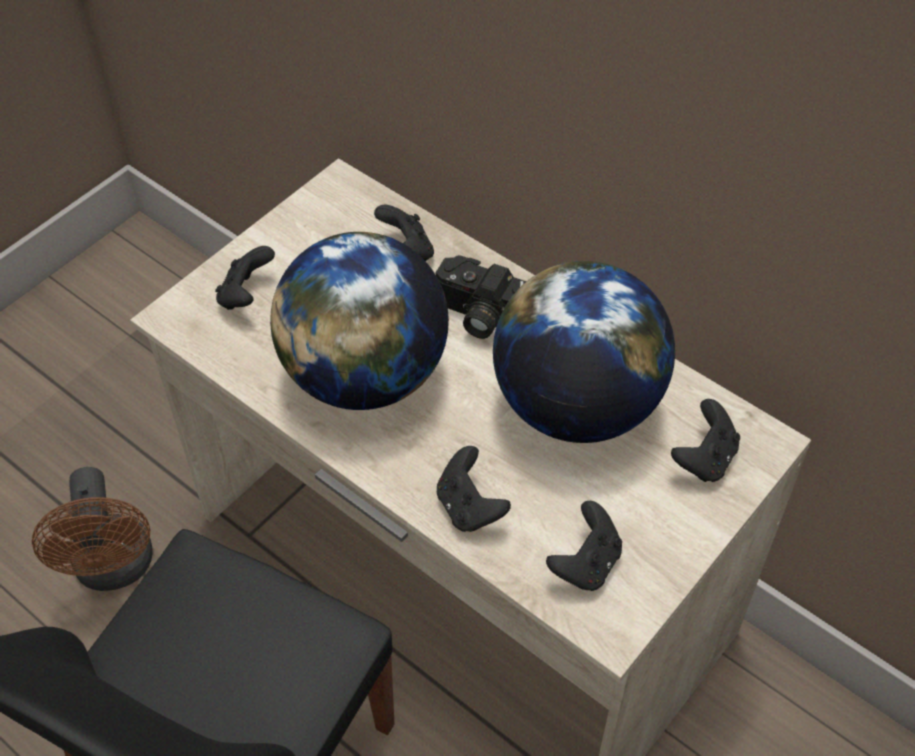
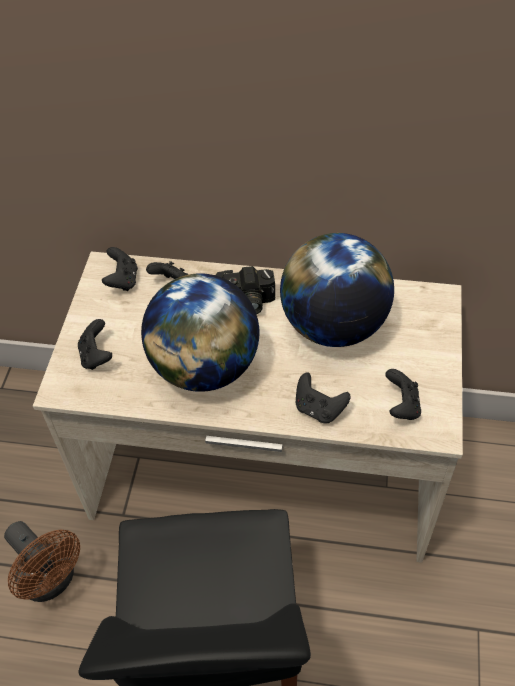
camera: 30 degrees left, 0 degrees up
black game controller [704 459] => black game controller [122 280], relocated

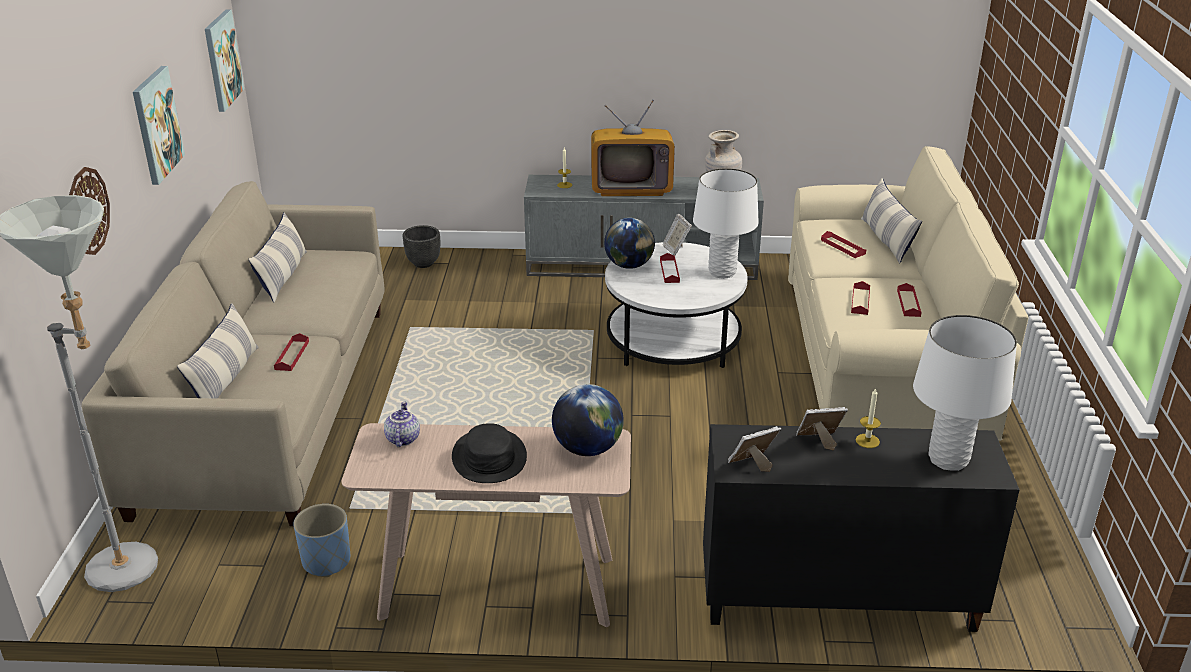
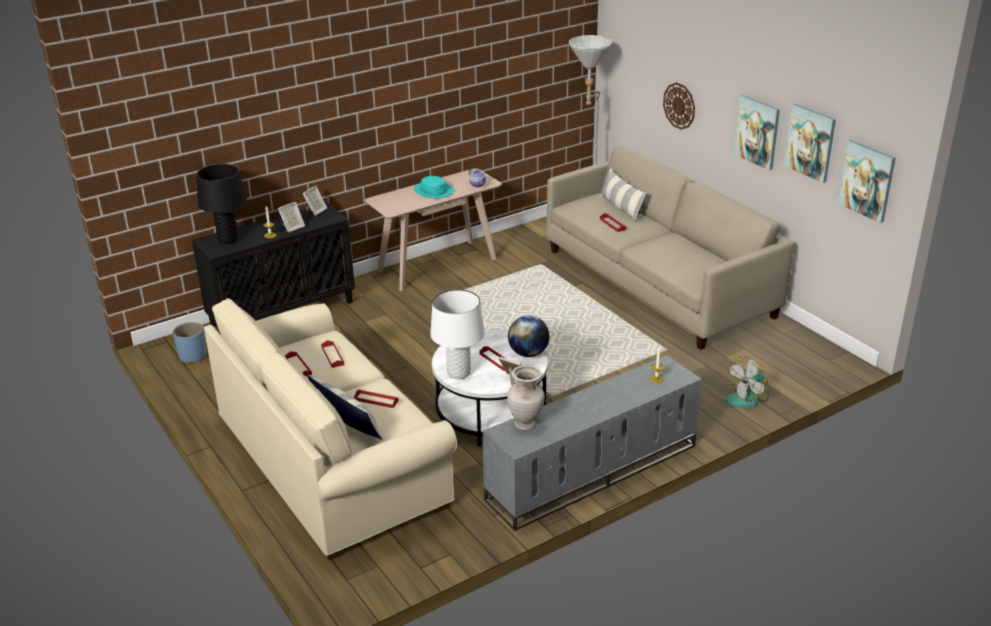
camera: 145 degrees right, 0 degrees up
pillow [283 276] => nothing
blue planter [326 561] => blue planter [193 356], relocated
black planter [423 263] => fan [748 398]
black hat [489 457] => turquoise hat [433 191]
globe [587 449] => nothing
television [631 186] => nothing
white table lamp [948 460] => black table lamp [228 240]
nothing => picture [810 142]

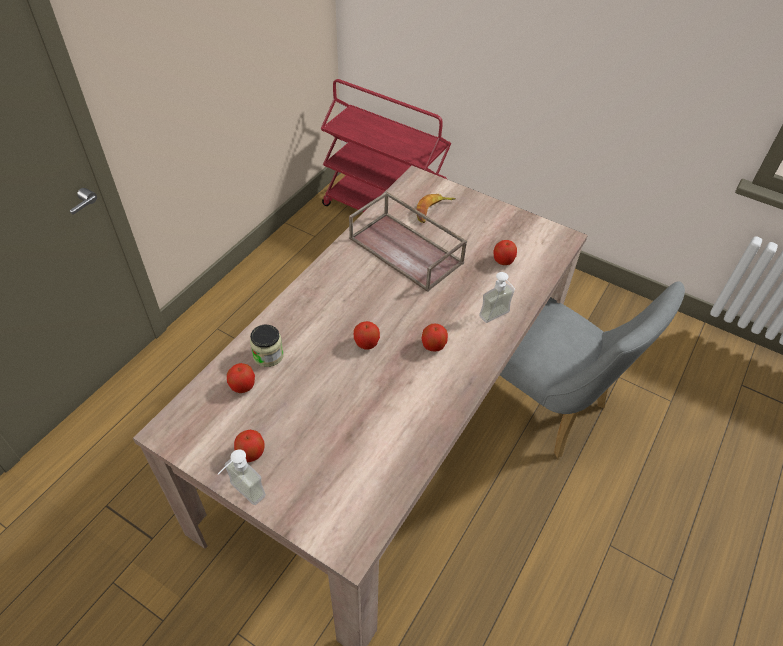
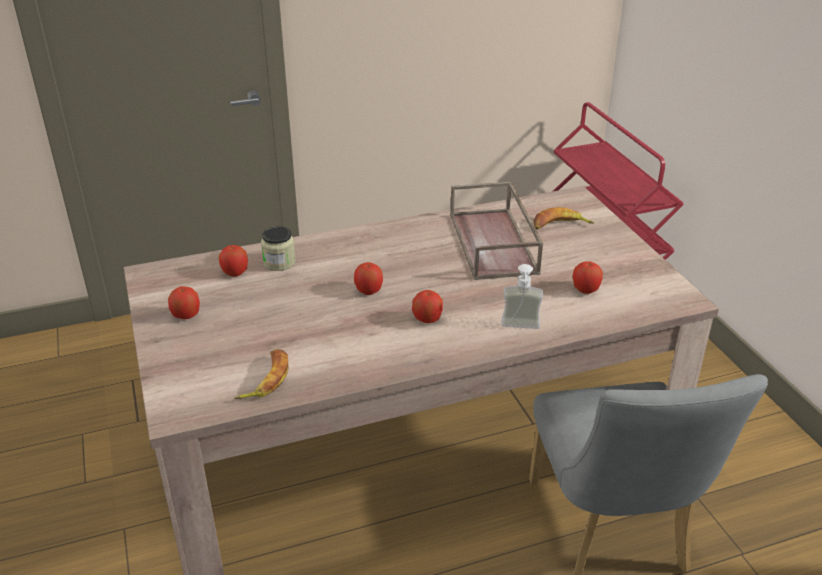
camera: 40 degrees right, 15 degrees down
soap dispenser [241 495] => nothing
nothing => banana [266 379]

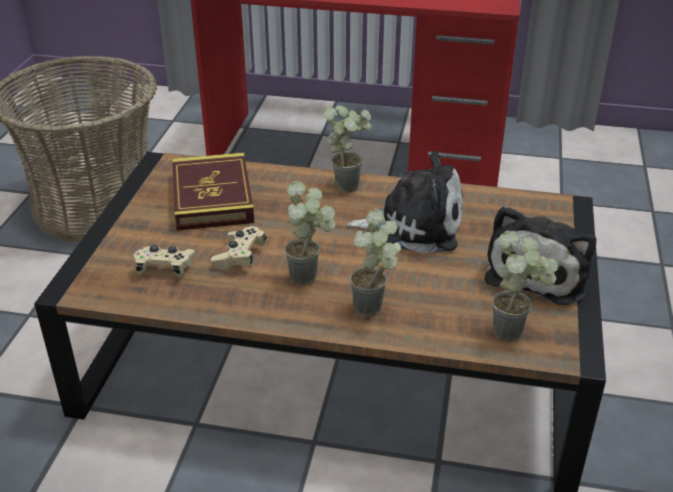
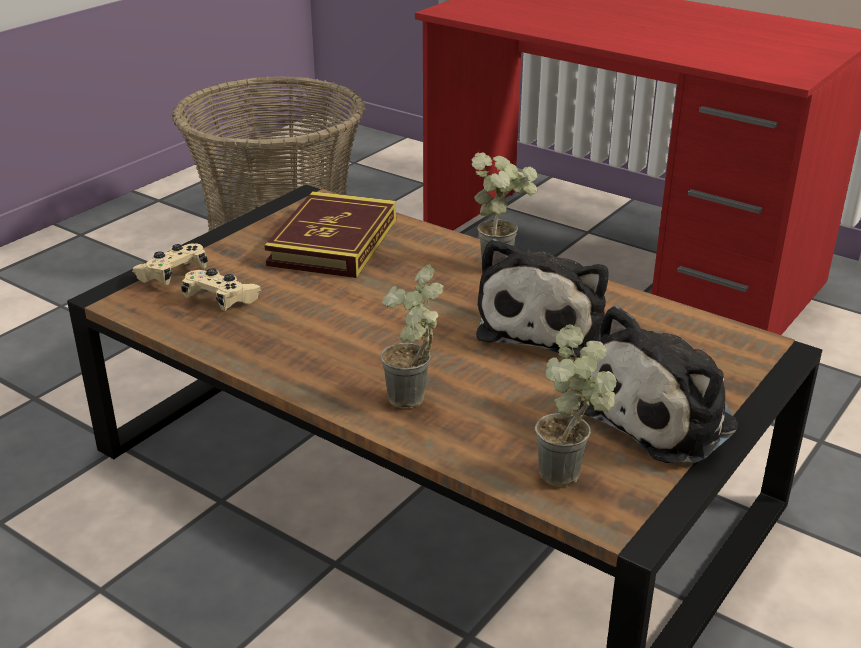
camera: 25 degrees right, 5 degrees down
beige game controller [240 257] => beige game controller [173 275], relocated
potted plant [311 277] => nothing
plush toy [414 225] => plush toy [544 325], 75 degrees clockwise

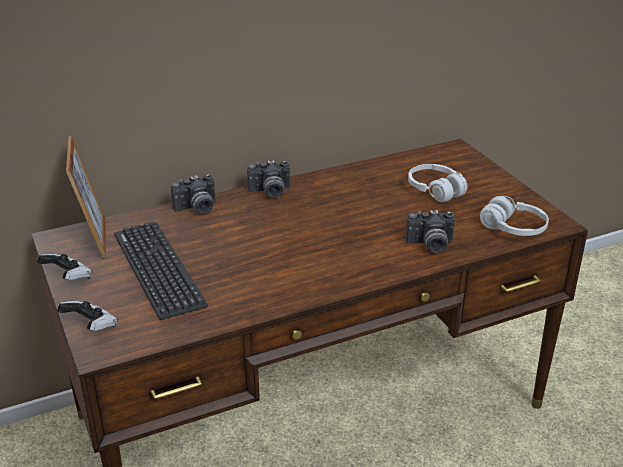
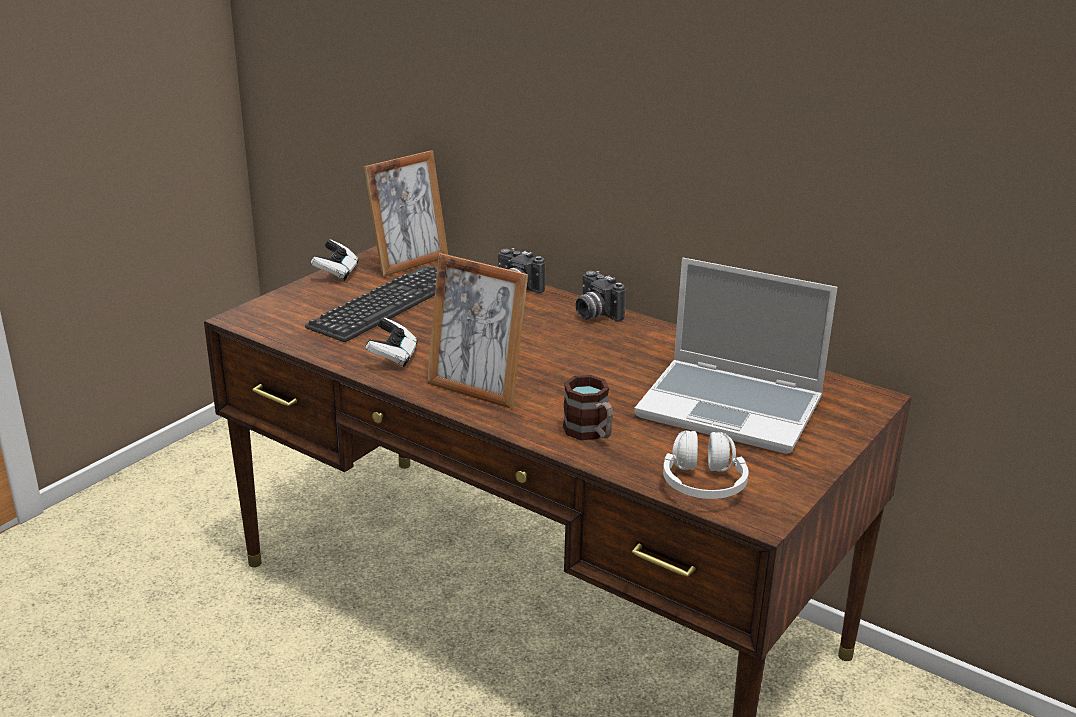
camera: 60 degrees right, 5 degrees down
game controller [91 327] => game controller [393 357], relocated
photo camera [430 245] => mug [590 433]
white headphones [435 190] => laptop [732 408]
nothing => picture frame [476 390]

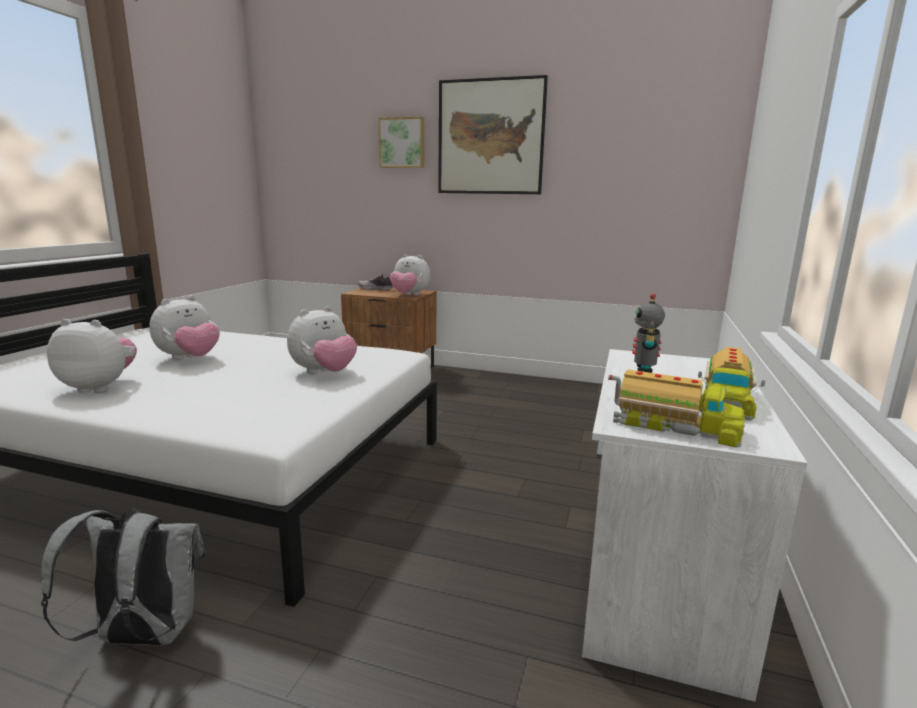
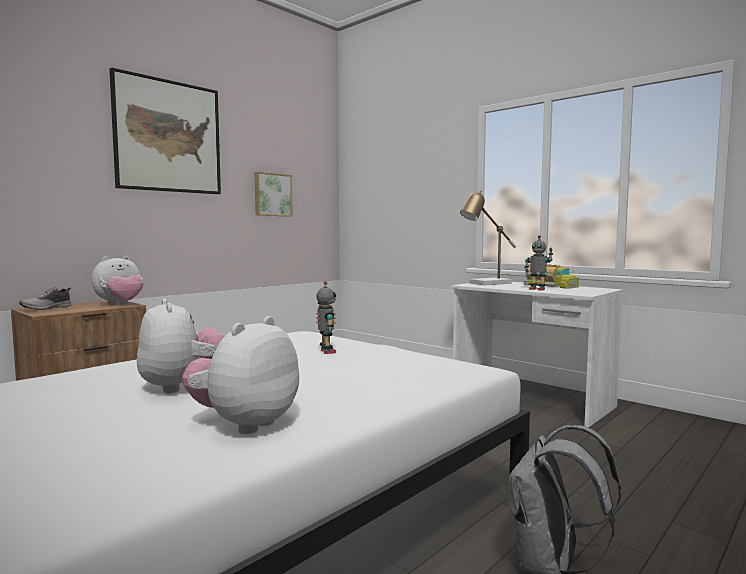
camera: 65 degrees left, 10 degrees down
plush toy [324 373] => toy robot [326 351]
picture [402 143] => picture [272 195], relocated
toy truck [674 426] => nothing
nothing => table lamp [486 283]

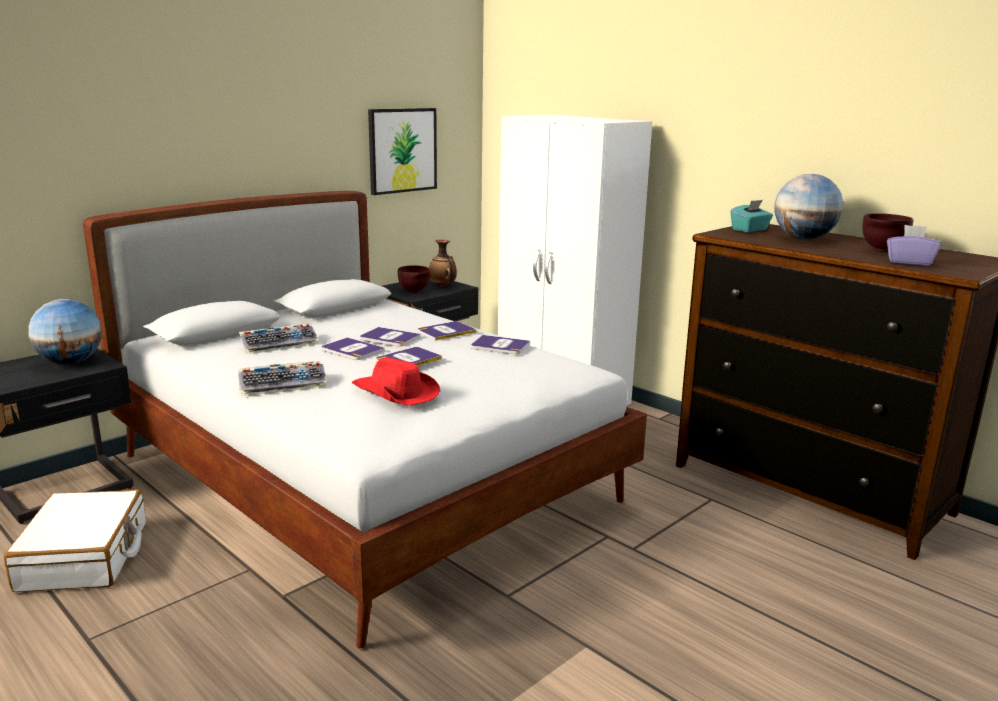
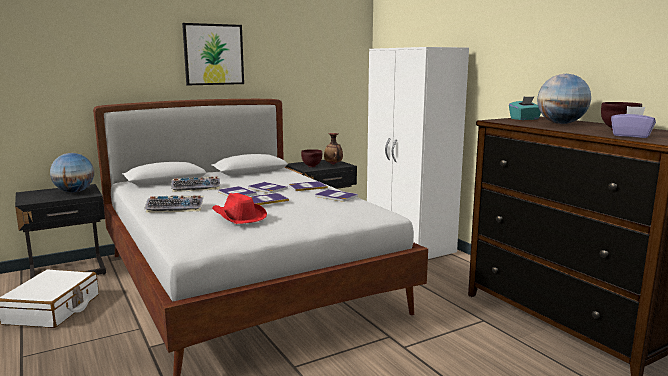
camera: 15 degrees right, 5 degrees down
picture [402 150] => picture [213 54], relocated

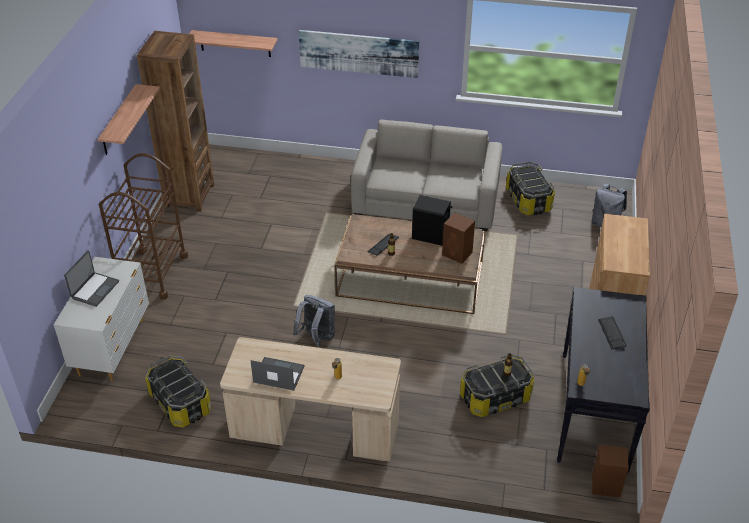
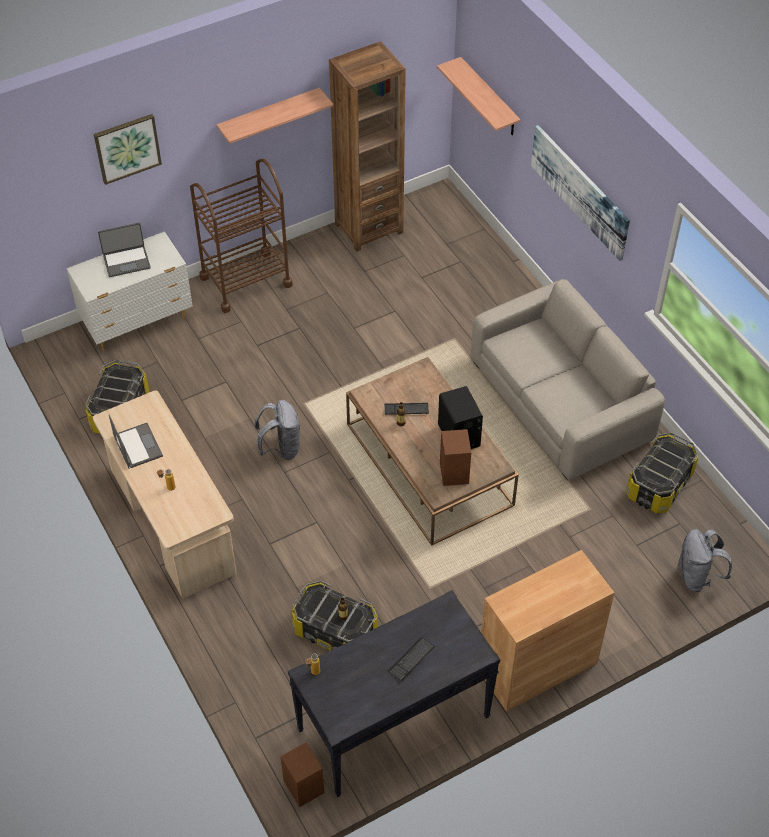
camera: 50 degrees right, 10 degrees up
nothing => picture [127 148]

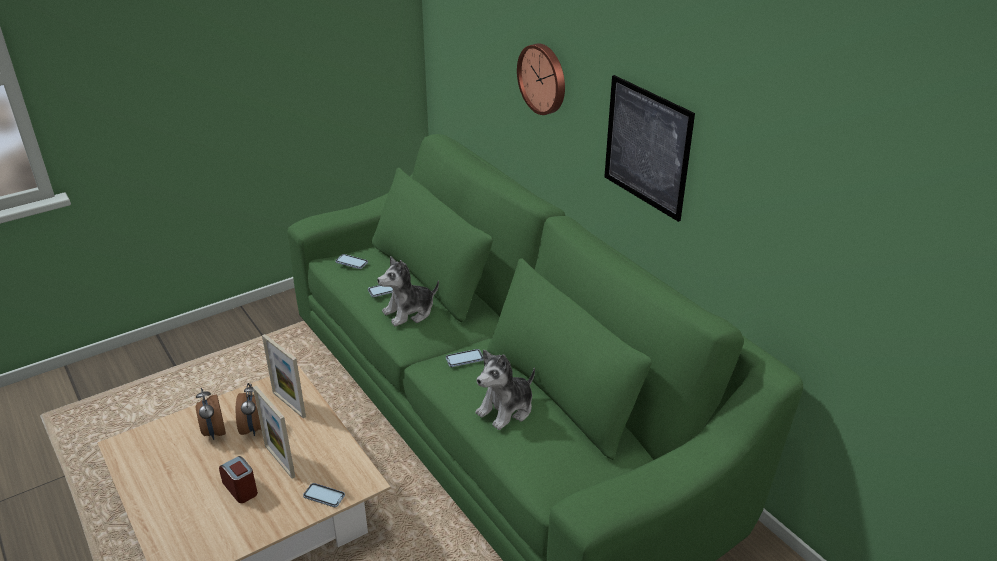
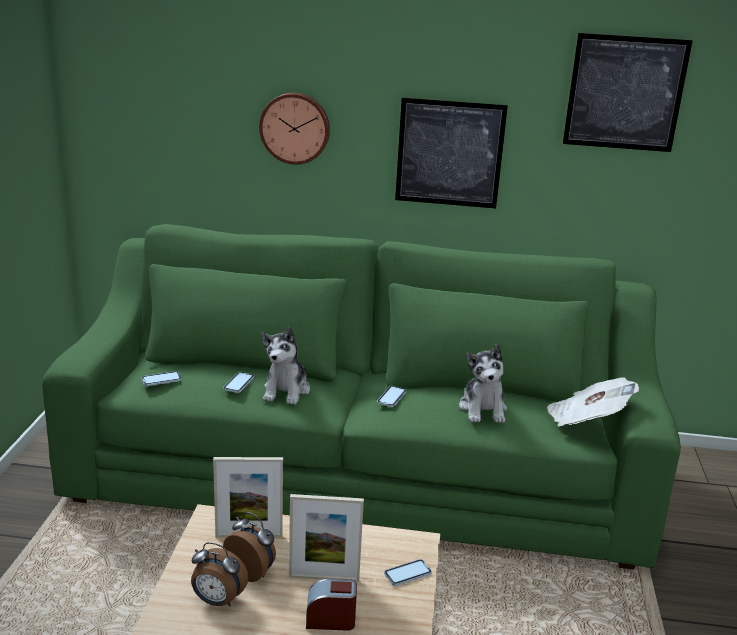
camera: 50 degrees left, 10 degrees down
nothing => newspaper [586 420]
nothing => picture [625 93]

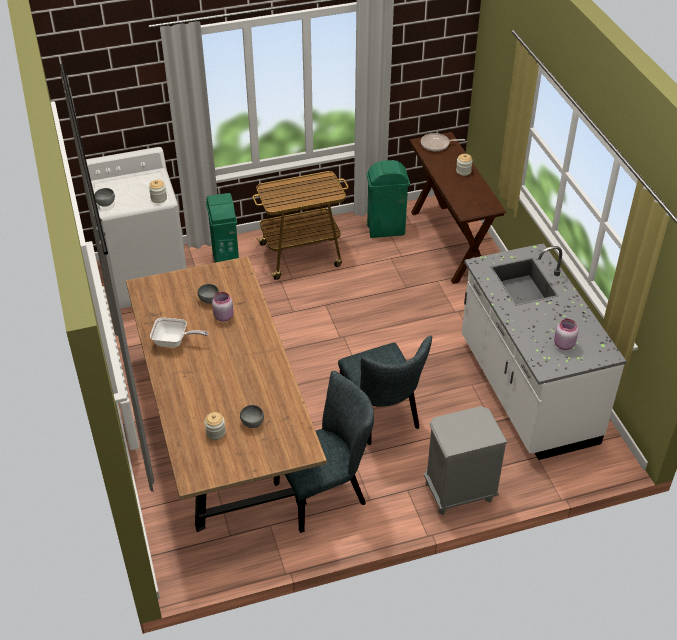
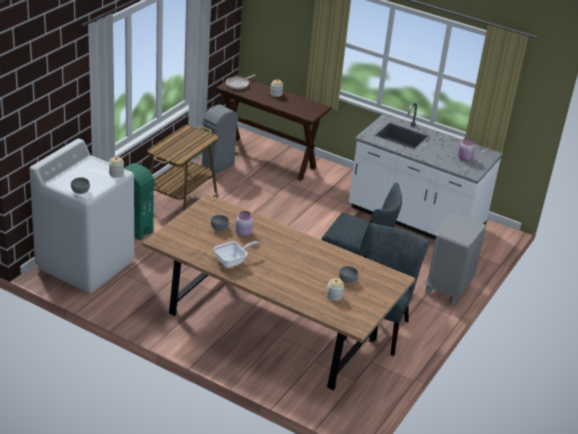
camera: 45 degrees left, 10 degrees down
green trash can [386 230] => grey trash can [218 166]

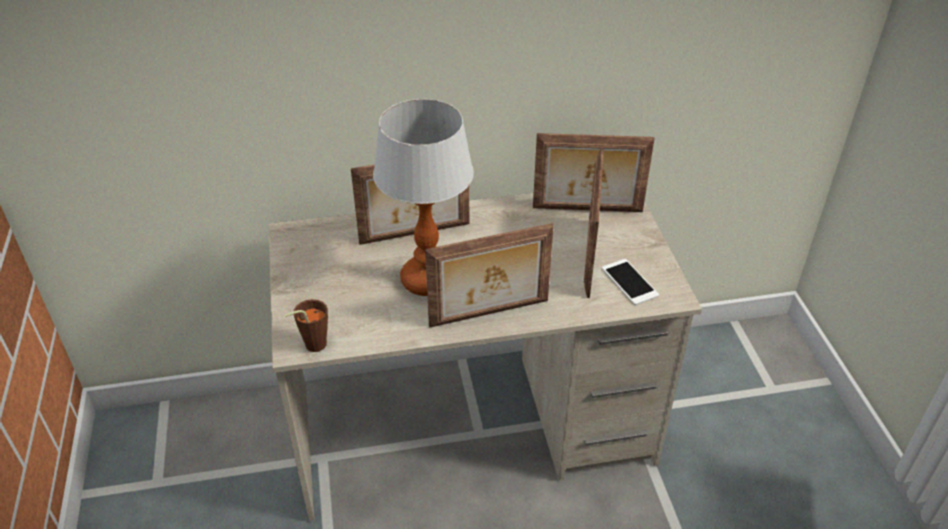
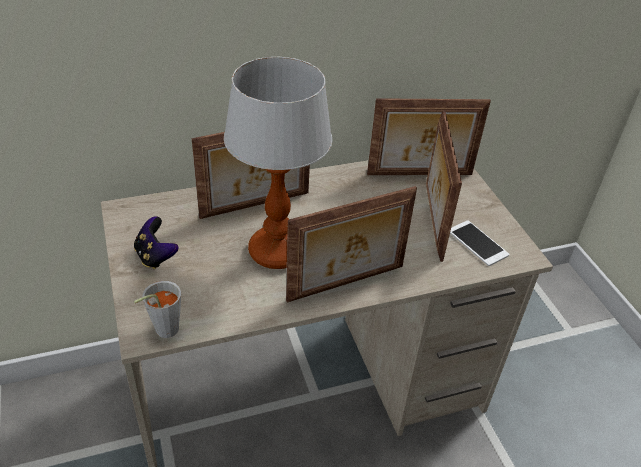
camera: 10 degrees left, 0 degrees up
brown cup [311 346] => grey cup [162 331]
nothing => game controller [155 256]

